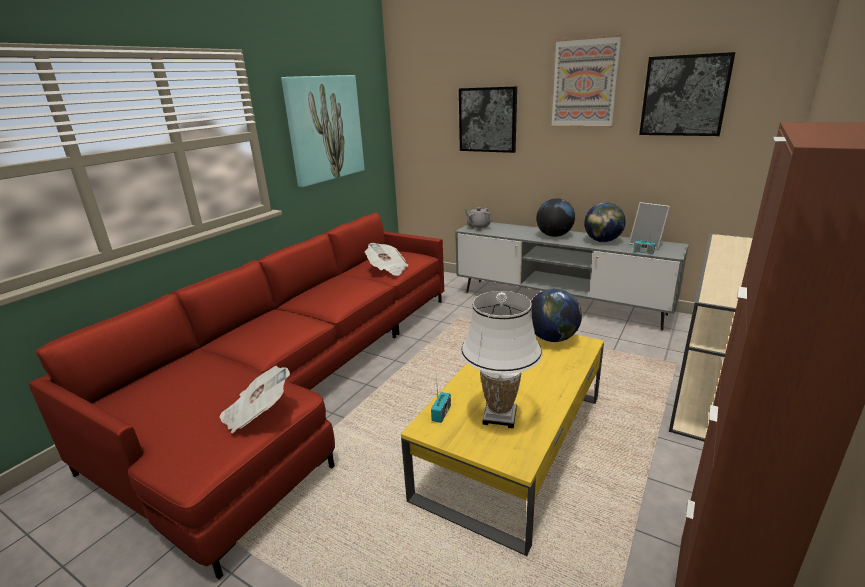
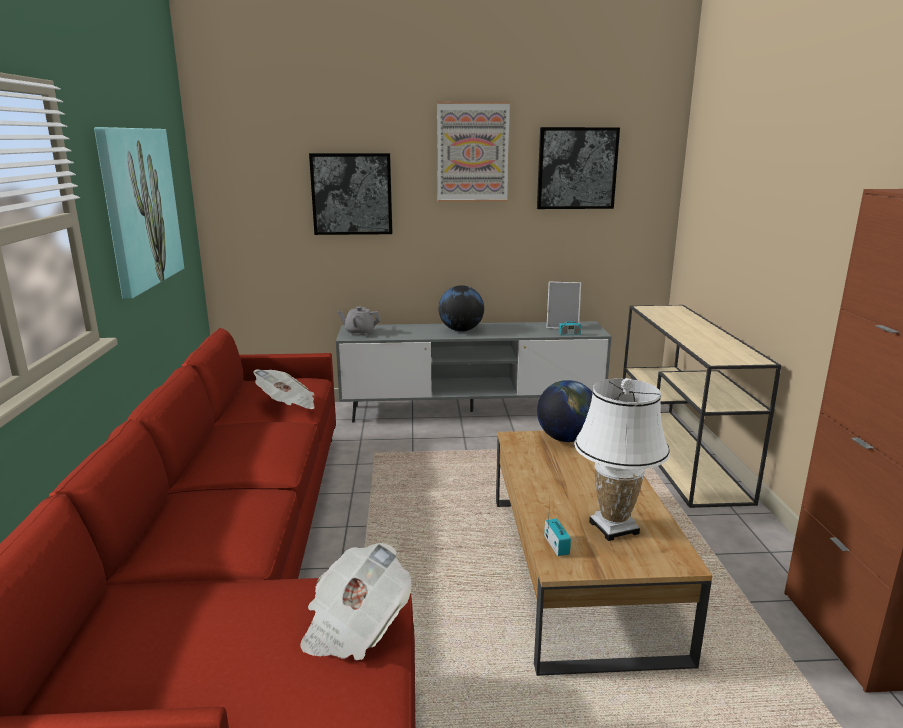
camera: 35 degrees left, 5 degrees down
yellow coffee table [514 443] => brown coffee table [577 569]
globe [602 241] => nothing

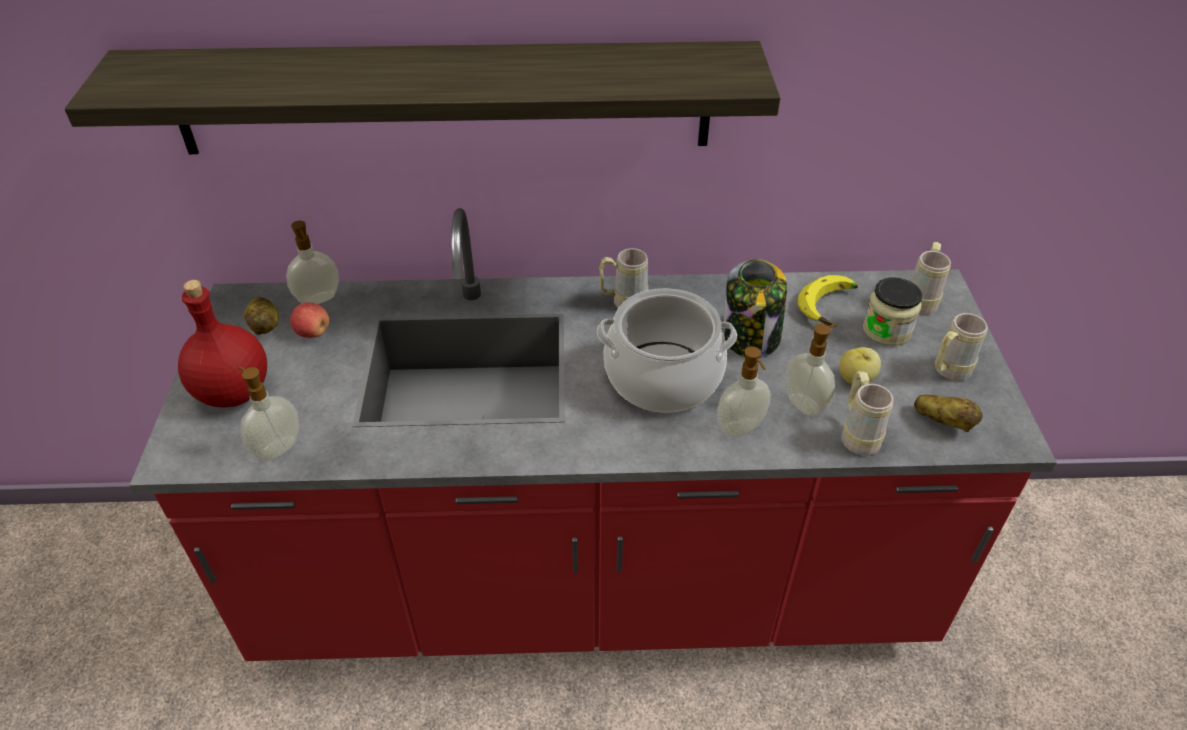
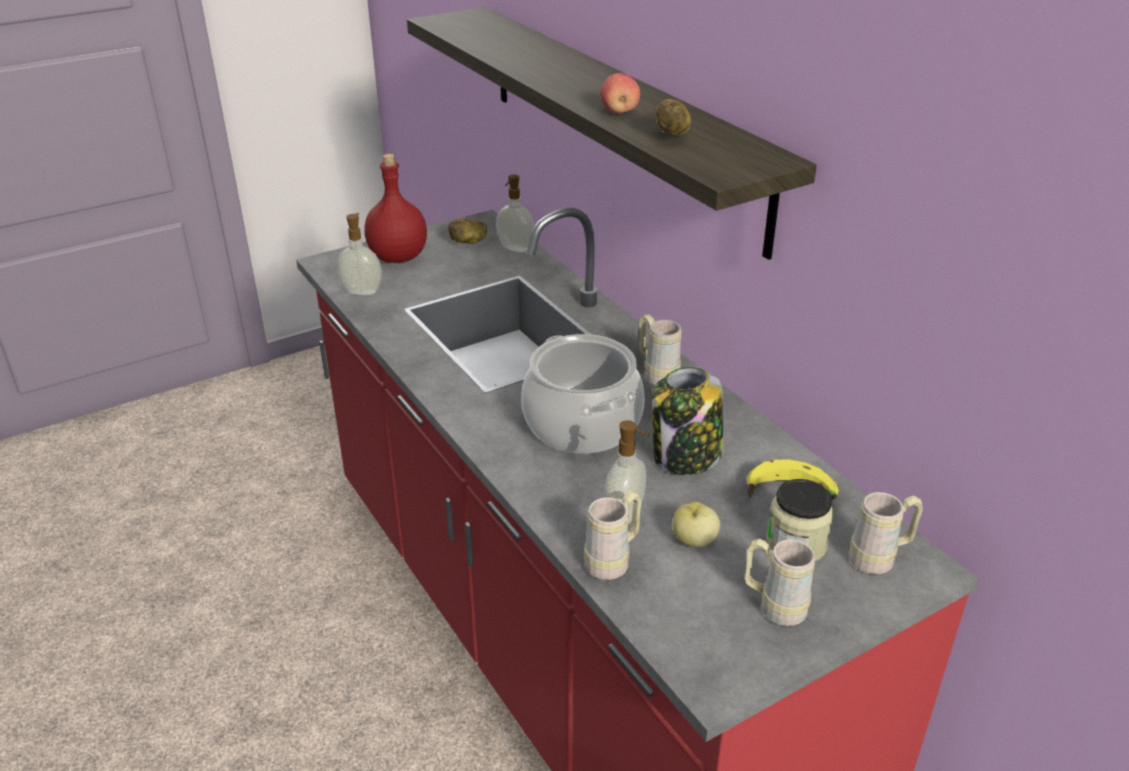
camera: 60 degrees right, 10 degrees down
apple [313 333] => apple [619 112], relocated
soap dispenser [741 429] => nothing
potato [943 422] => potato [673 135], relocated

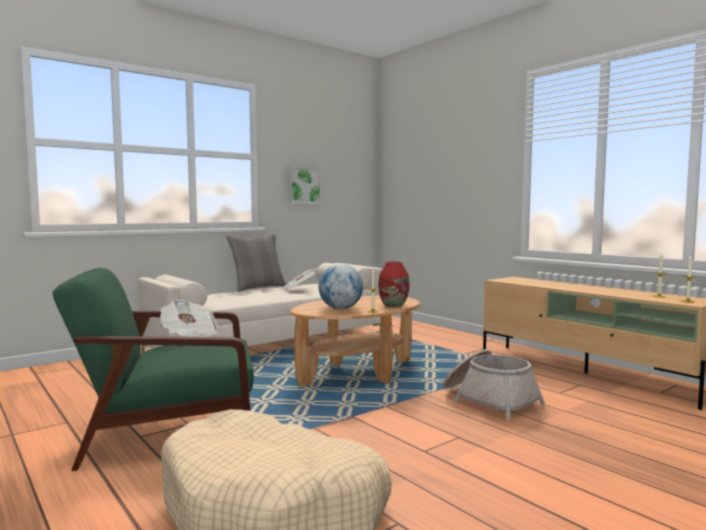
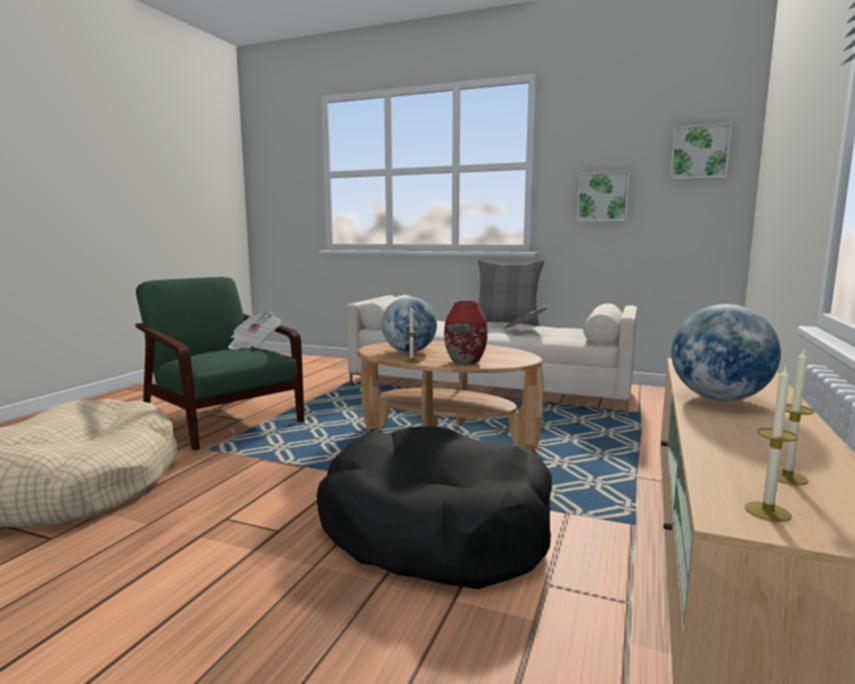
camera: 60 degrees right, 5 degrees up
basket [489 400] => black dog bed [435 529]
nothing => picture [699 152]
nothing => globe [718 399]

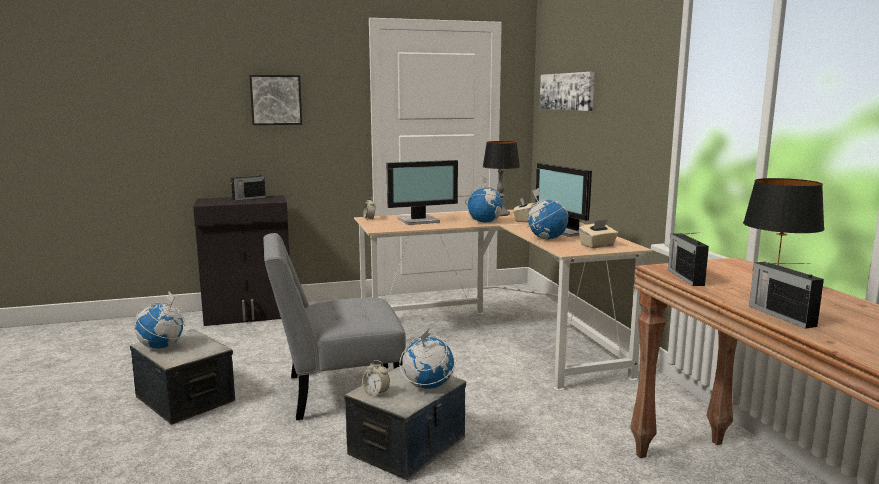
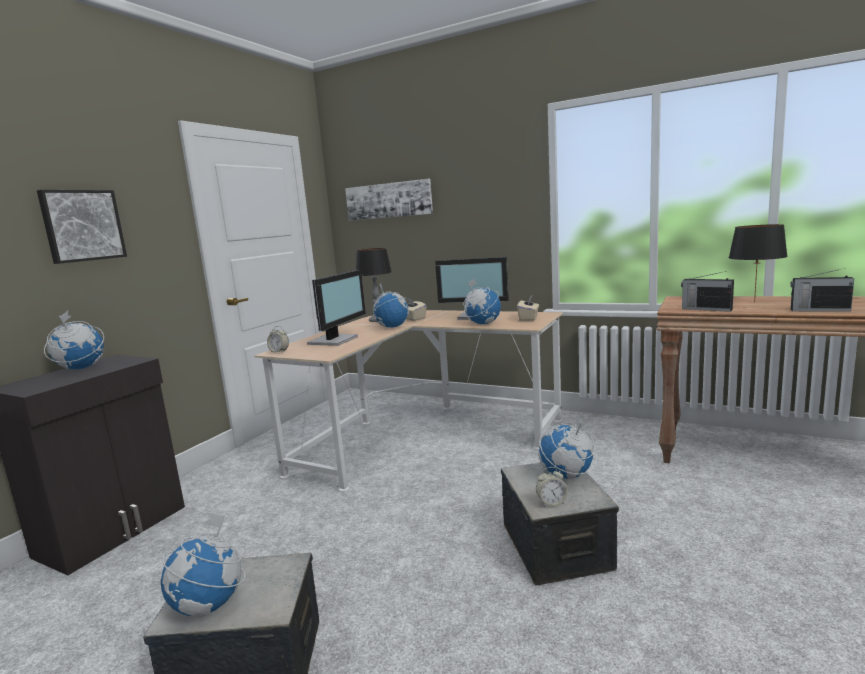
camera: 45 degrees left, 0 degrees up
radio [248 198] => globe [80 369]
grey chair [336 392] => nothing

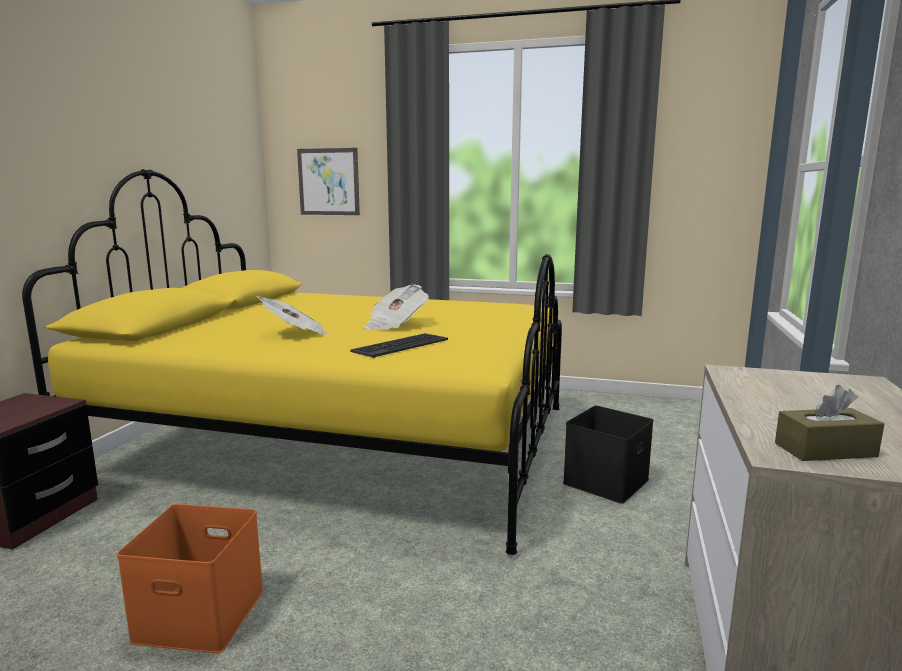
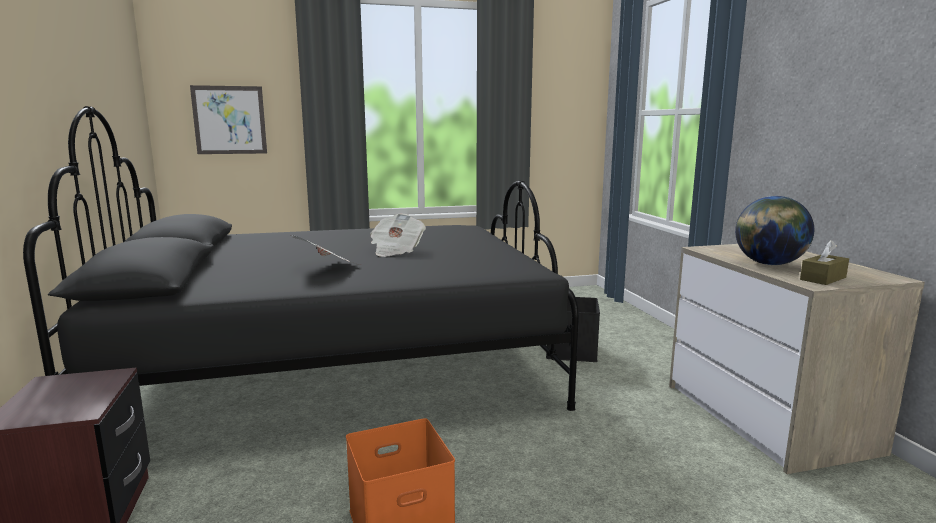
camera: 30 degrees left, 0 degrees up
yellow bed [342 442] => black bed [339 368]
keyboard [400 346] => nothing
nothing => globe [769 264]

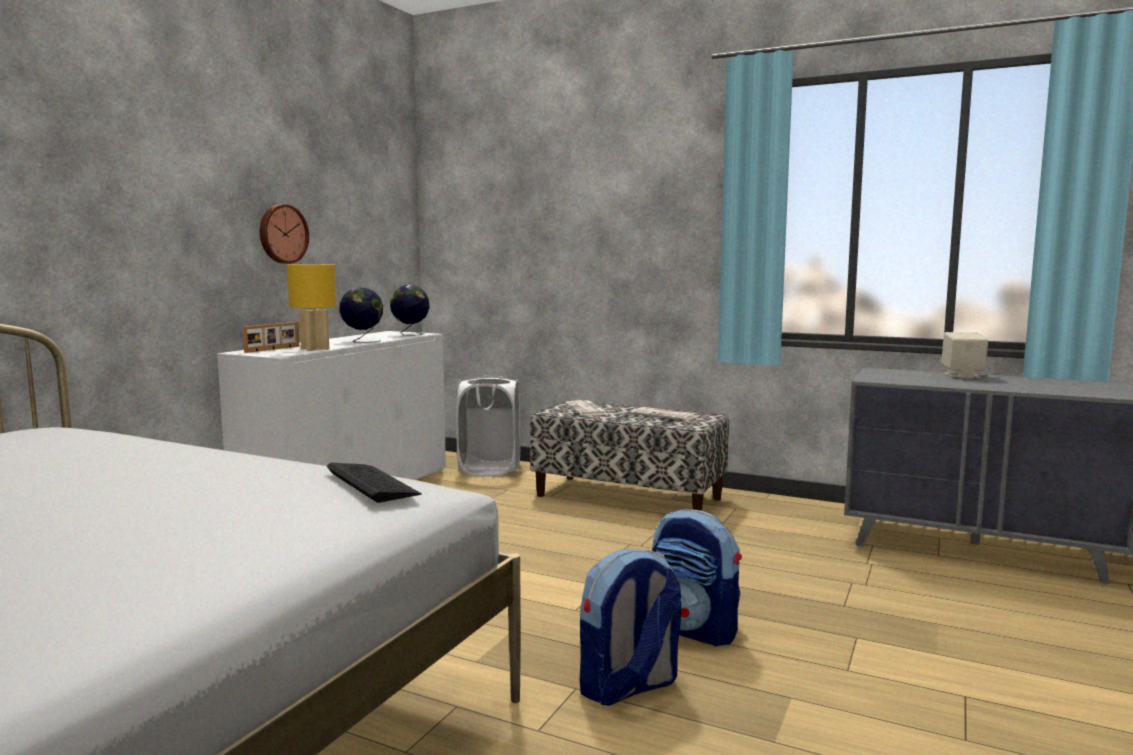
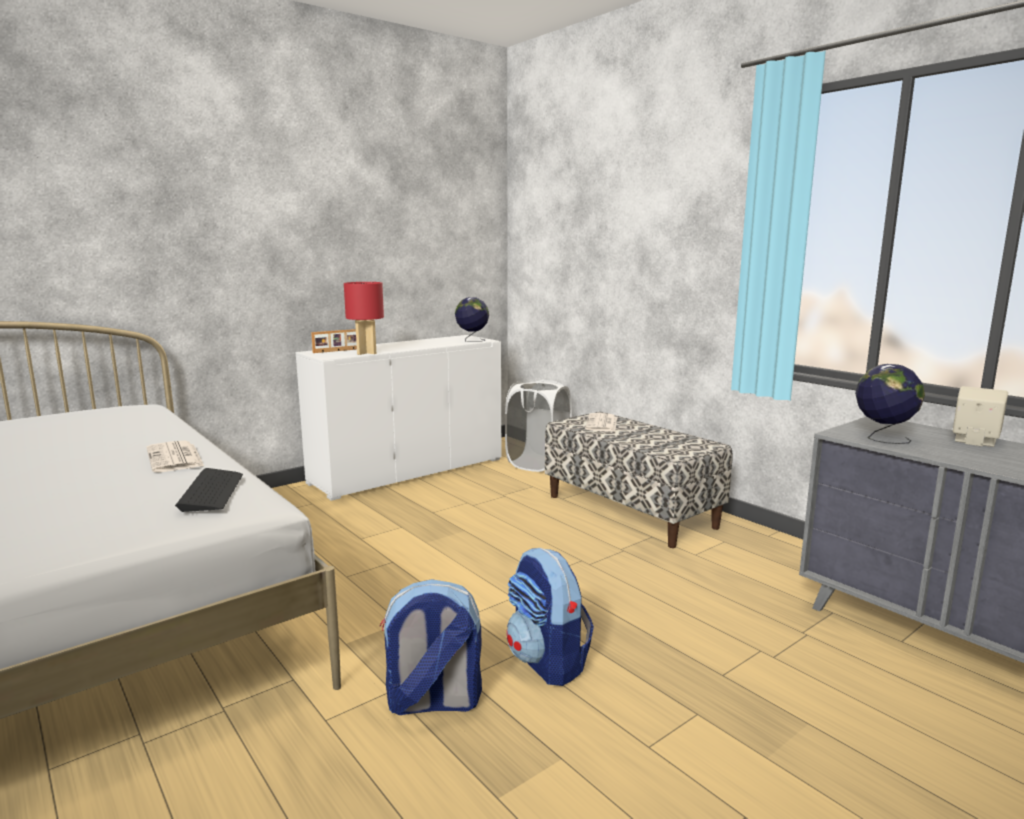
camera: 25 degrees right, 5 degrees up
wall clock [282 234] => nothing
yellow table lamp [315 349] => red table lamp [366 353]
globe [362 341] => globe [883 439], relocated
newspaper [665 415] => newspaper [175 458], relocated

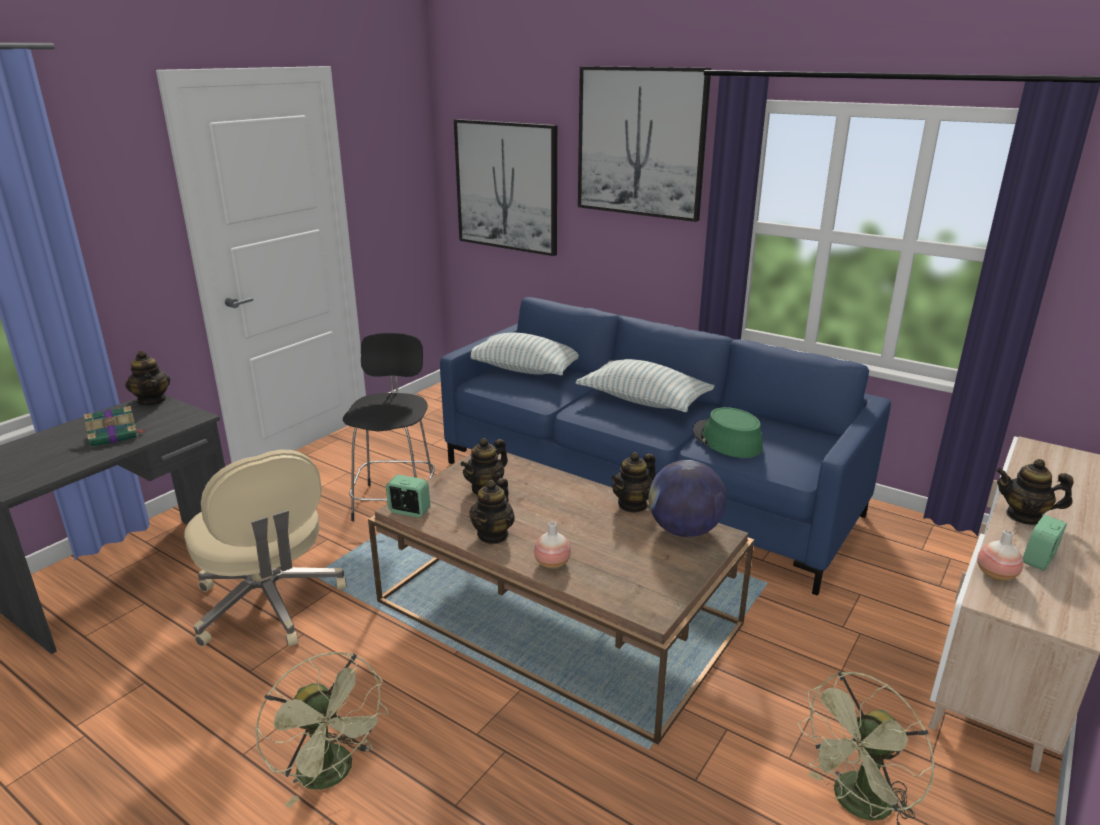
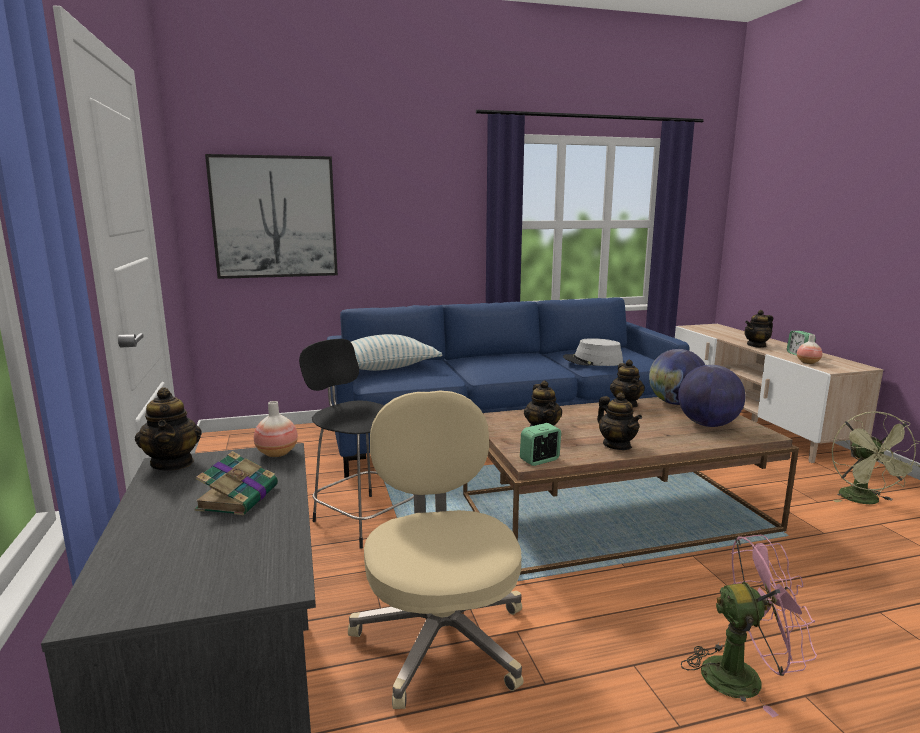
camera: 50 degrees left, 10 degrees down
teapot [152 400] => teapot [173 463], 60 degrees clockwise
beige office chair [269 604] => beige office chair [441 637], 105 degrees counterclockwise
green fan [332 775] => pink fan [743 676]
vase [552 563] => vase [277 453], relocated
pillow [643 401] => nothing
picture [640 142] => nothing
green hat [726 440] => grey hat [592 361]
nothing => globe [707 424]

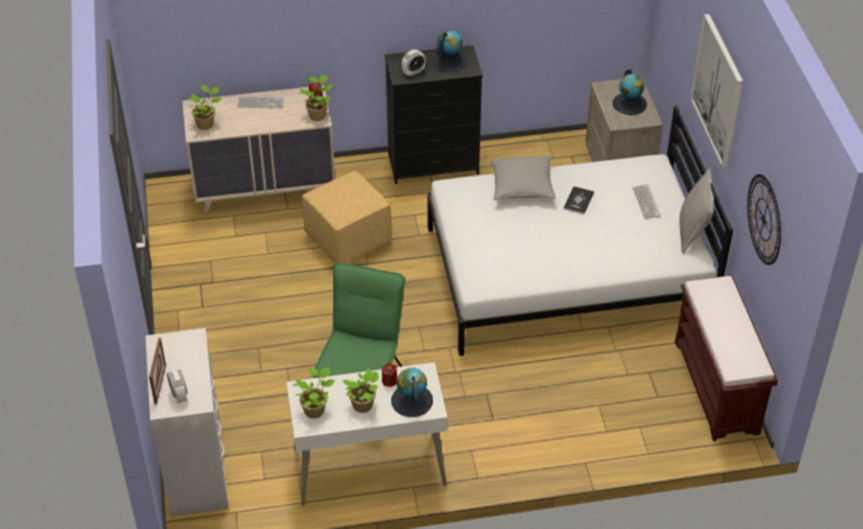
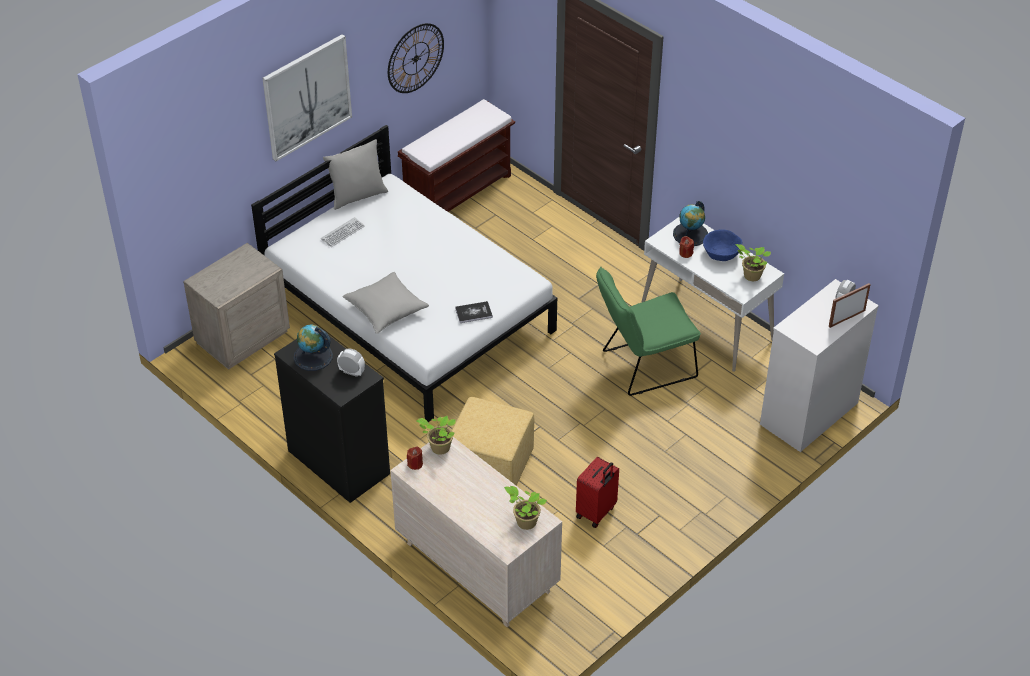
camera: 125 degrees left, 0 degrees up
keyboard [260 103] => nothing
potted plant [364 406] => blue bowl [721 254]
book [578 201] => book [473 313], relocated
globe [629 104] => nothing
nothing => red suitcase [596 512]

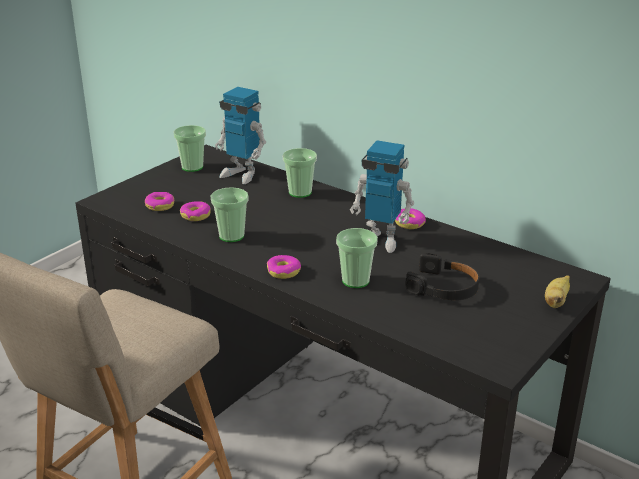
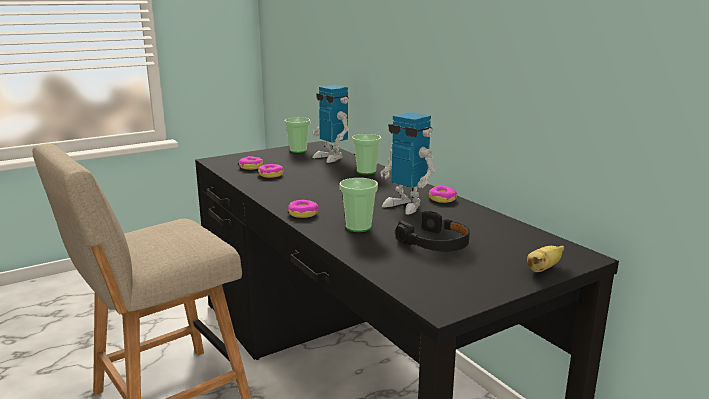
camera: 20 degrees right, 10 degrees down
cup [231 236] => nothing

